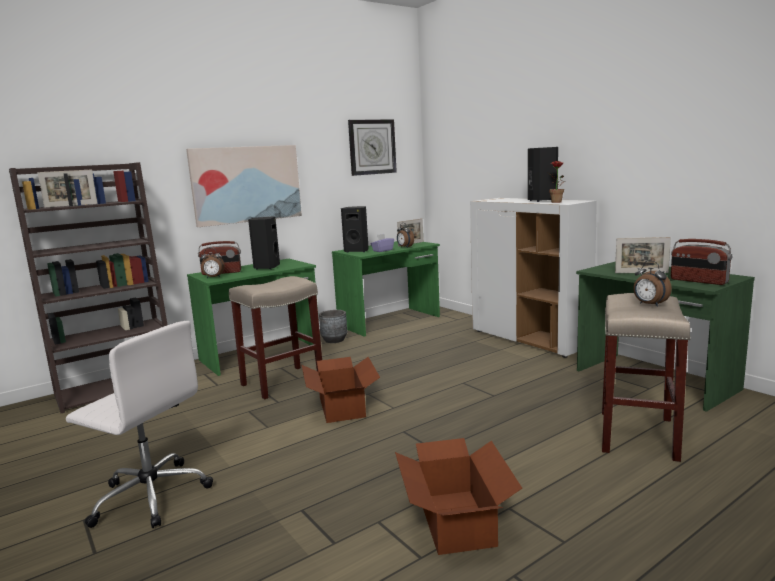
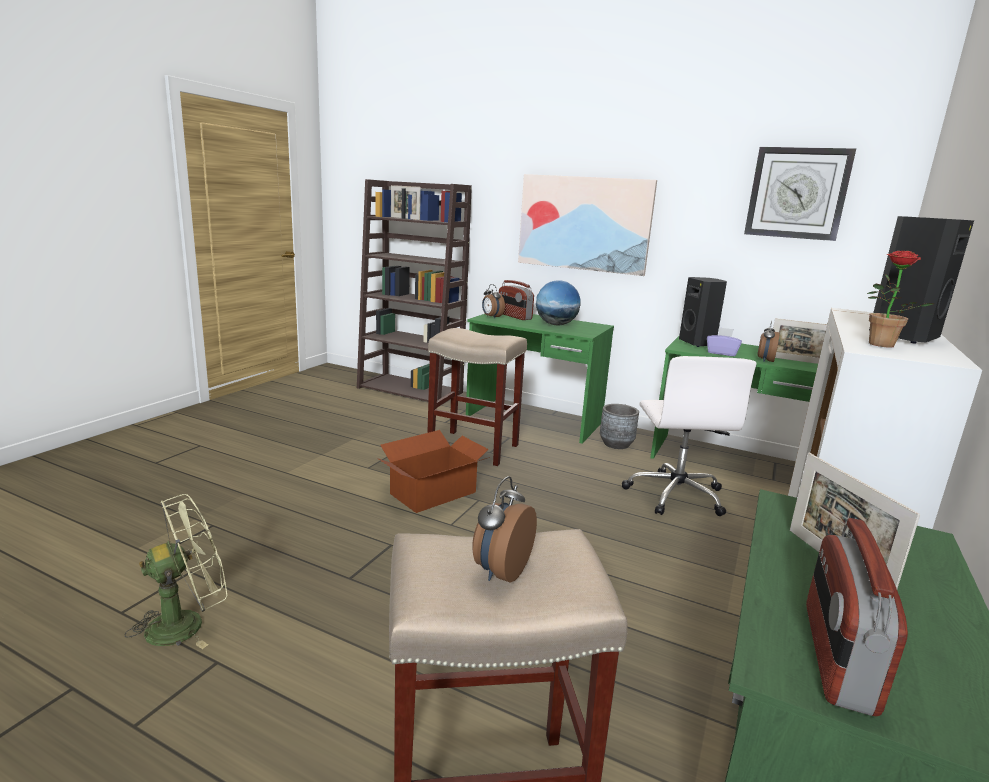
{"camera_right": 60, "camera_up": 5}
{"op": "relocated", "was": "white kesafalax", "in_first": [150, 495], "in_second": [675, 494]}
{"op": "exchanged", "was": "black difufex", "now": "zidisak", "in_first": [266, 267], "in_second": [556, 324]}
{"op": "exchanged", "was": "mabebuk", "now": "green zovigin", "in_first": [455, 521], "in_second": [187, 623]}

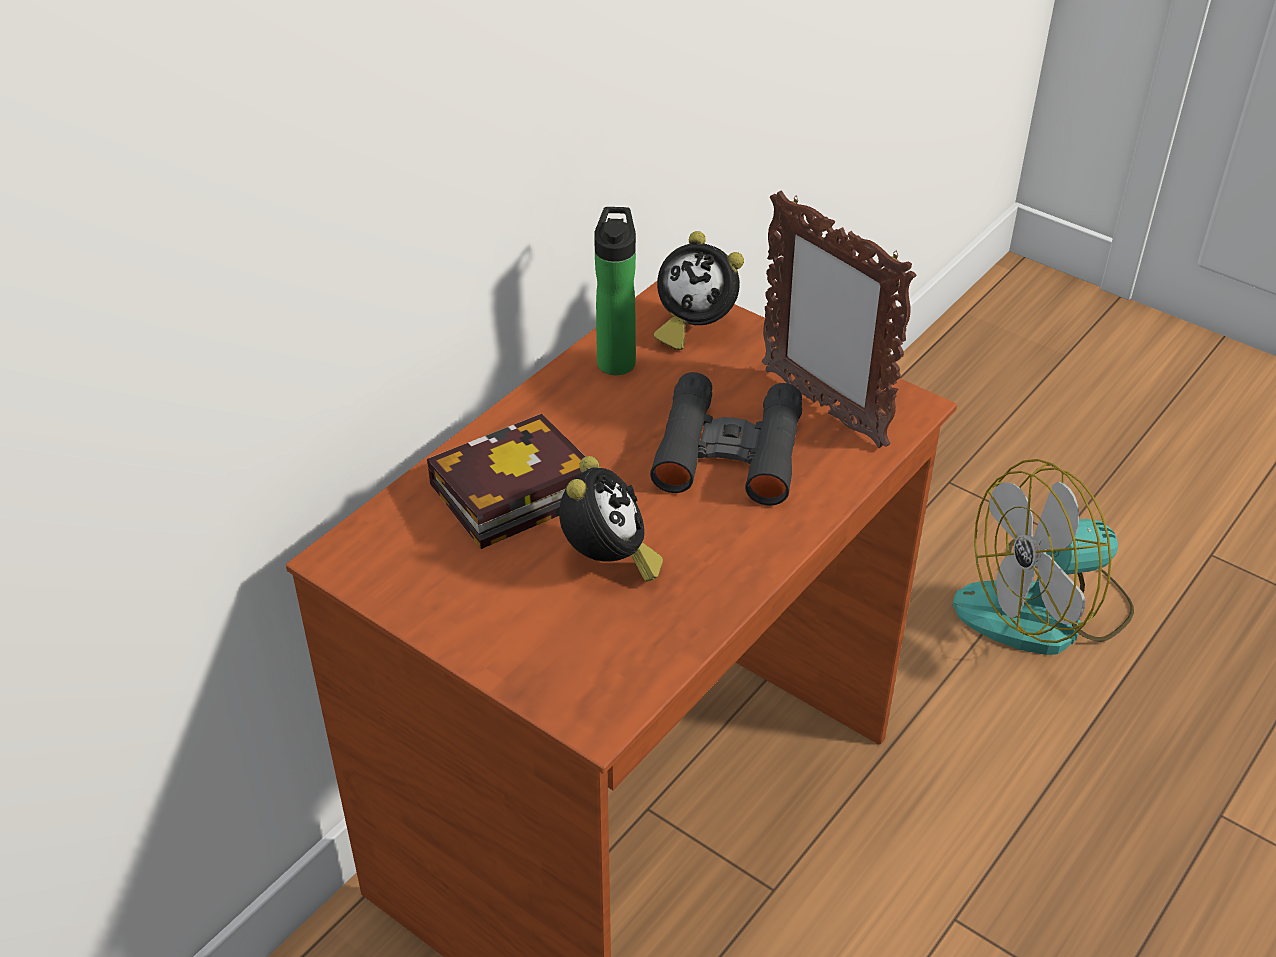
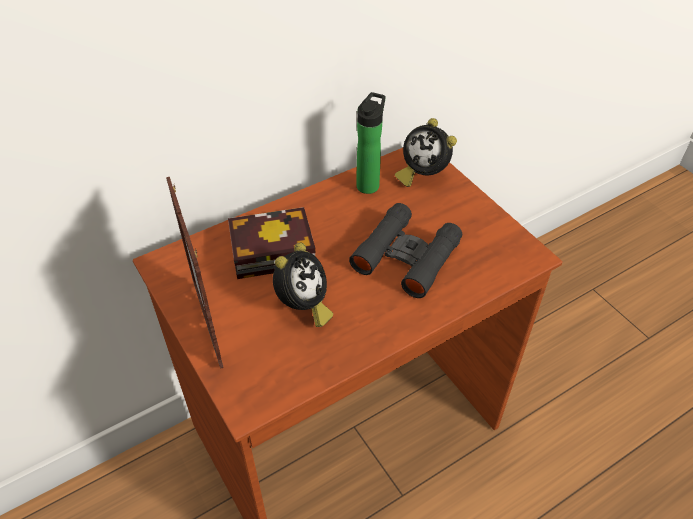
{"camera_right": 20, "camera_up": 5}
{"op": "relocated", "was": "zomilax", "in_first": [822, 407], "in_second": [208, 323]}
{"op": "missing", "was": "zovigin", "in_first": [1044, 610]}

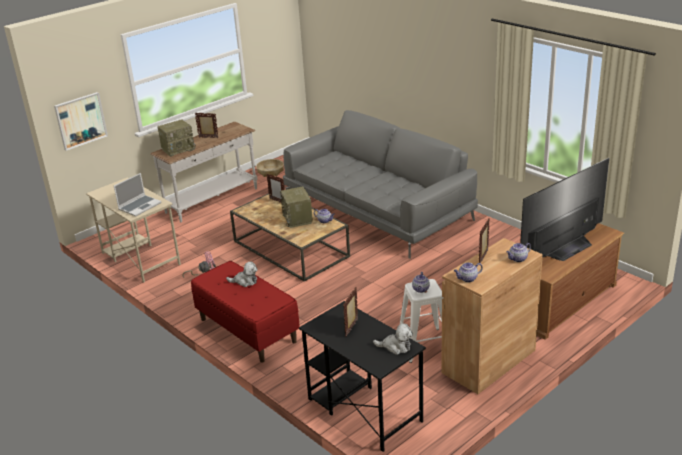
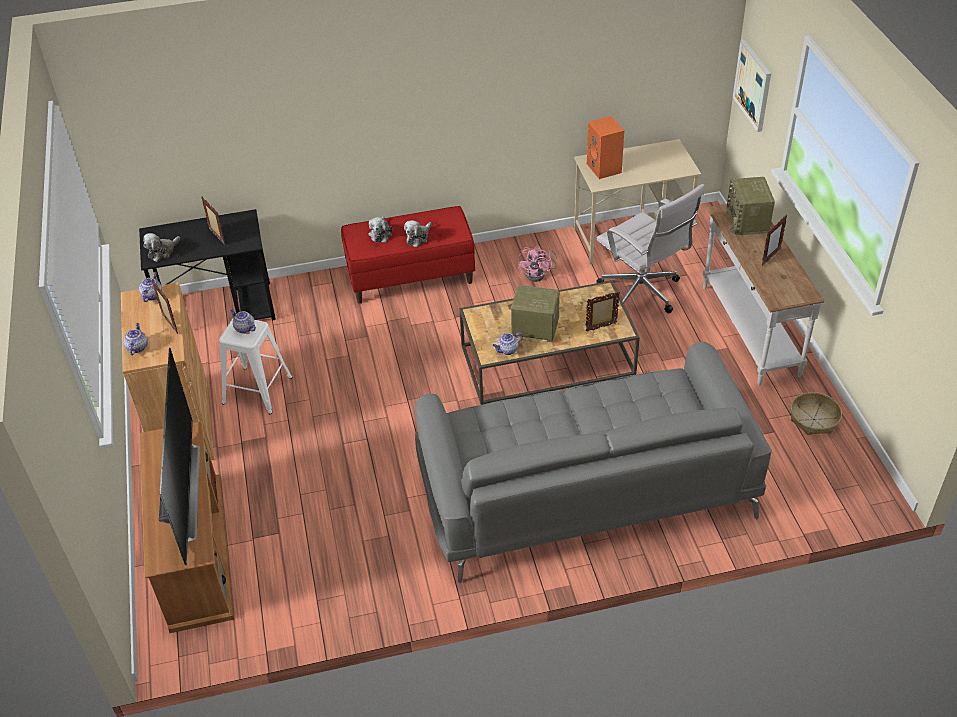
{"camera_right": 120, "camera_up": 15}
{"op": "exchanged", "was": "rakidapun", "now": "orange difufex", "in_first": [140, 206], "in_second": [605, 168]}
{"op": "appeared", "now": "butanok", "in_second": [380, 234]}
{"op": "appeared", "now": "white kesafalax", "in_second": [643, 294]}

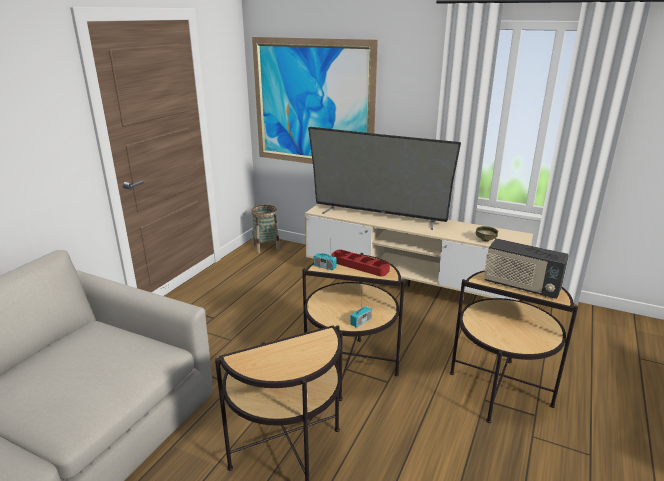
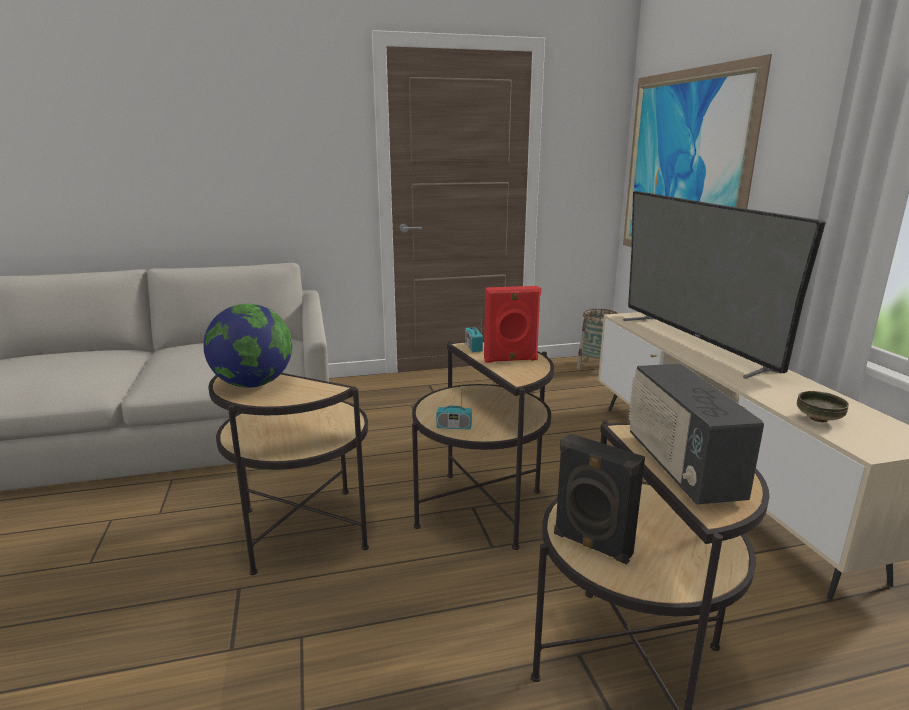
{"camera_right": 50, "camera_up": -5}
{"op": "exchanged", "was": "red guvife", "now": "red difufex", "in_first": [359, 266], "in_second": [510, 360]}
{"op": "appeared", "now": "zidisak", "in_second": [253, 384]}
{"op": "appeared", "now": "black difufex", "in_second": [591, 545]}

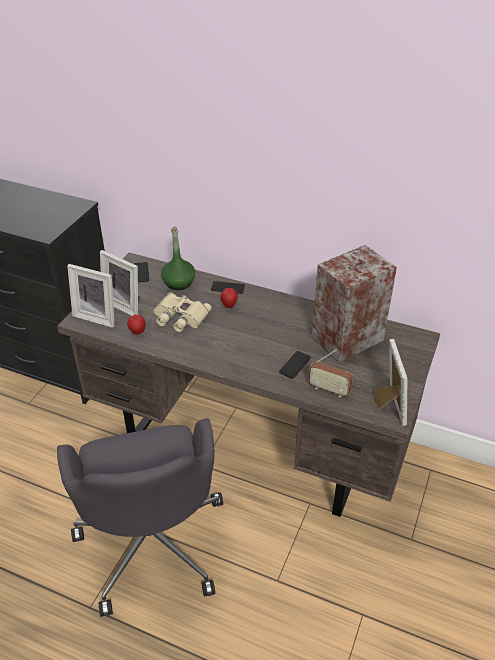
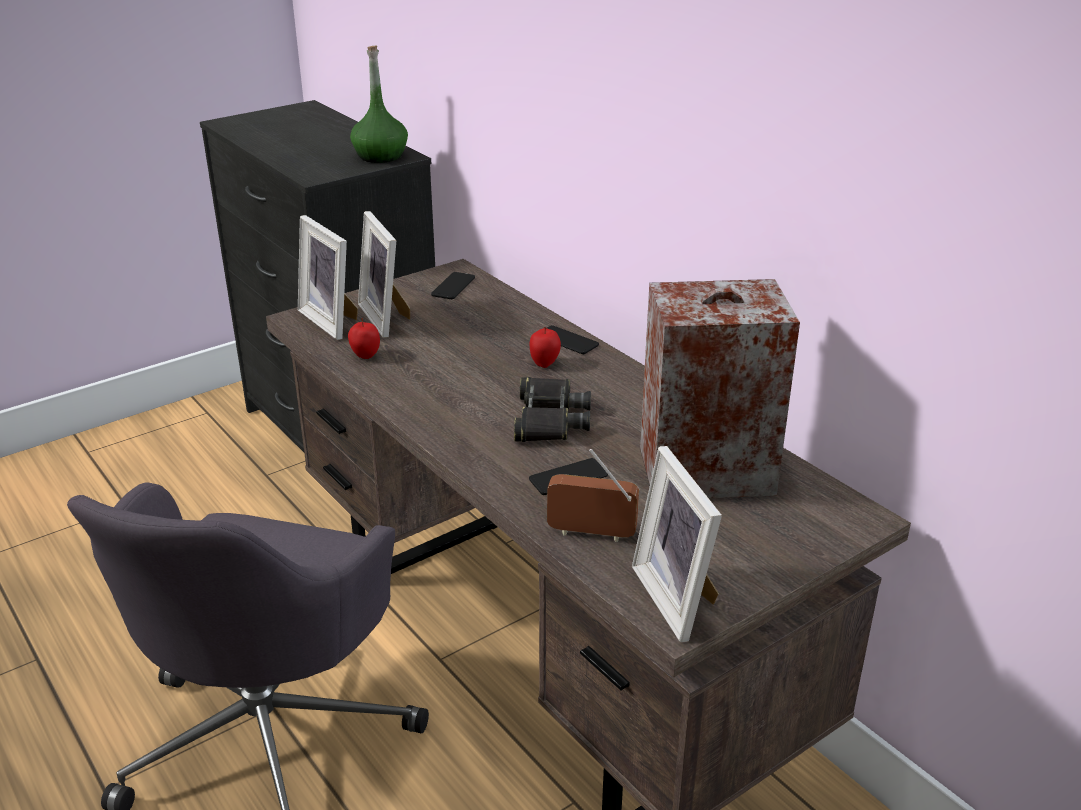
{"camera_right": 30, "camera_up": -10}
{"op": "missing", "was": "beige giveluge", "in_first": [179, 317]}
{"op": "relocated", "was": "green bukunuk", "in_first": [178, 283], "in_second": [380, 156]}
{"op": "spun", "was": "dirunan", "in_first": [329, 390], "in_second": [591, 534], "clockwise": 135}
{"op": "spun", "was": "zomilax", "in_first": [387, 405], "in_second": [679, 598], "clockwise": 135}
{"op": "appeared", "now": "black giveluge", "in_second": [549, 419]}

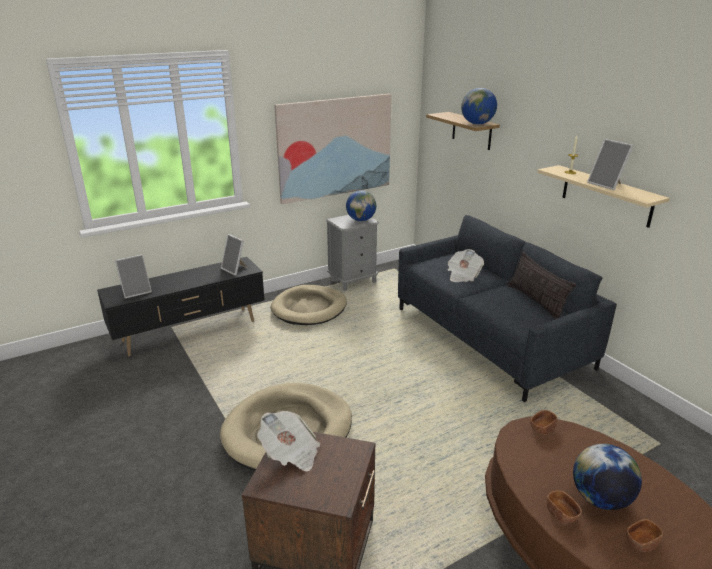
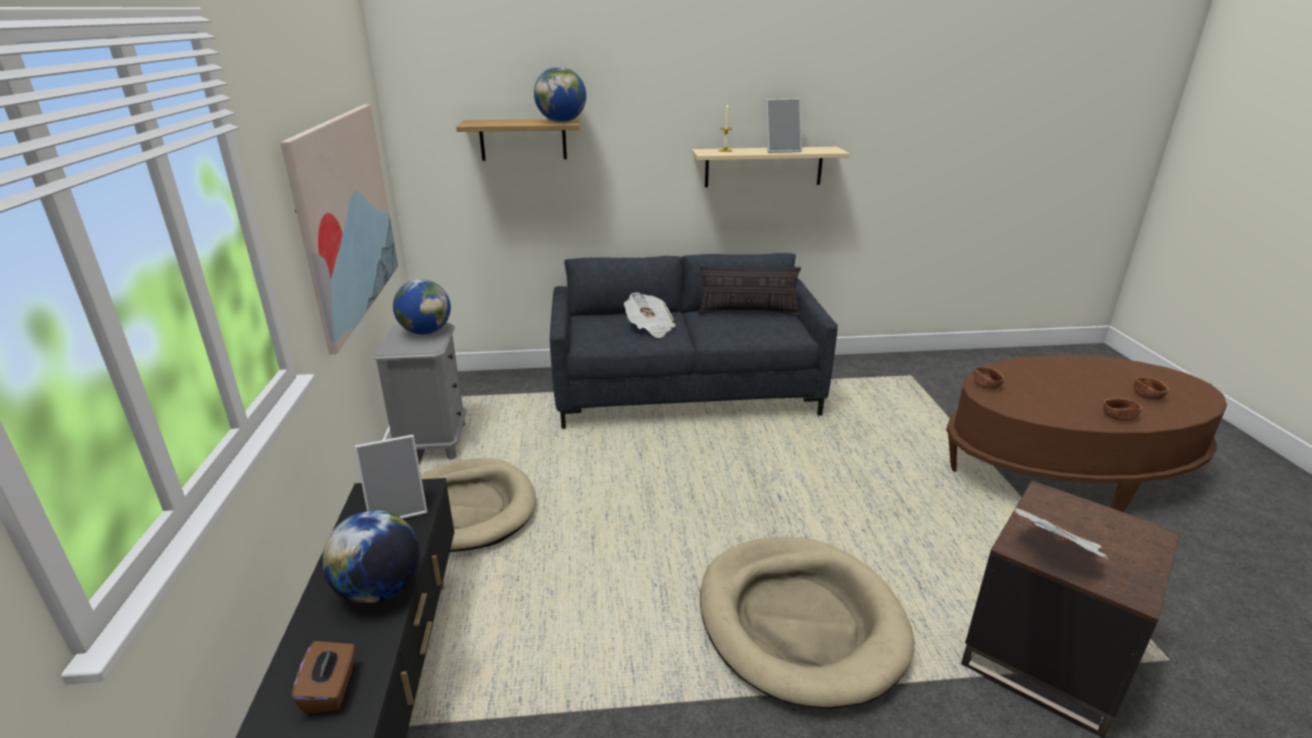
{"camera_right": -65, "camera_up": 0}
{"op": "exchanged", "was": "zomilax", "now": "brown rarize", "in_first": [136, 292], "in_second": [331, 690]}
{"op": "relocated", "was": "zidisak", "in_first": [600, 499], "in_second": [379, 590]}

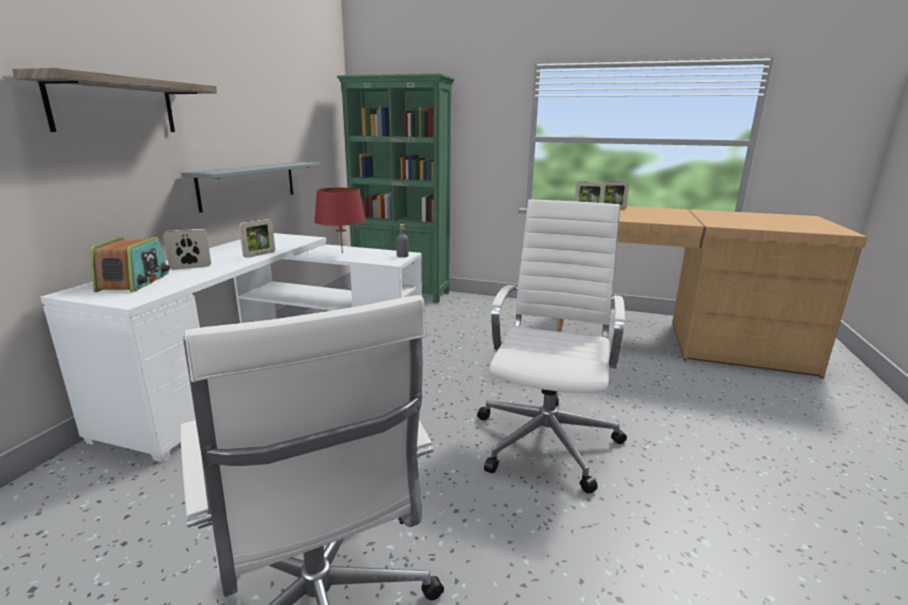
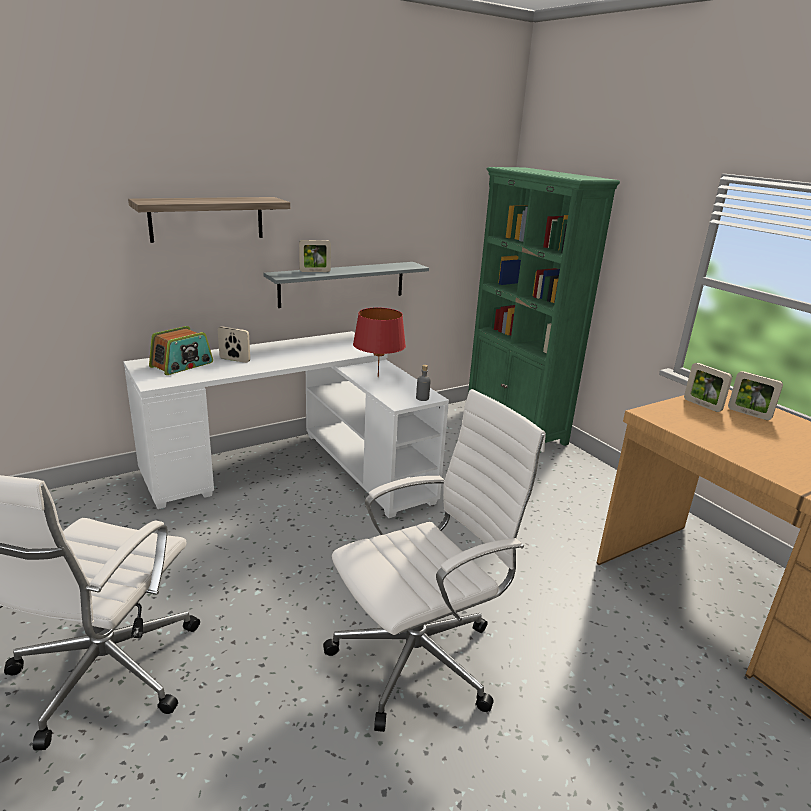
{"camera_right": 40, "camera_up": 5}
{"op": "relocated", "was": "zomilax", "in_first": [259, 254], "in_second": [315, 271]}

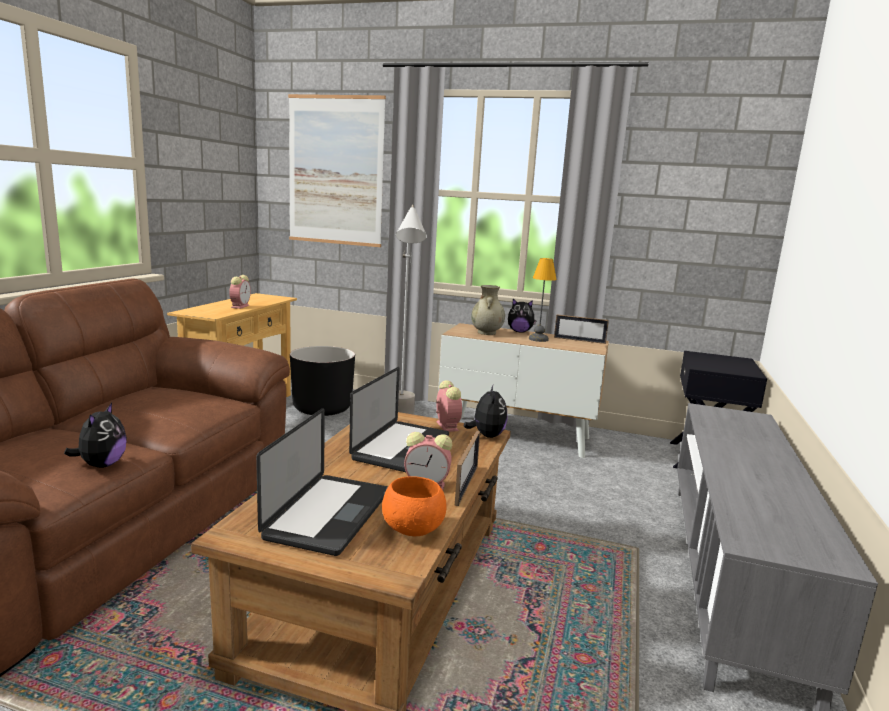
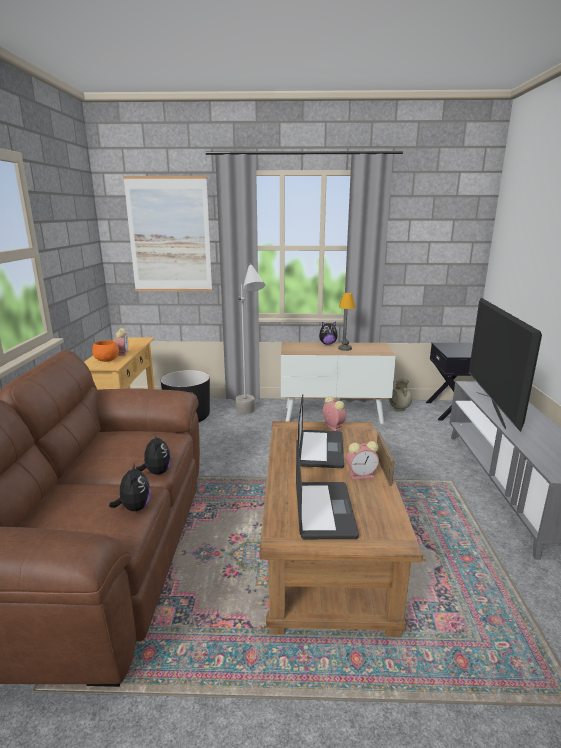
{"camera_right": -15, "camera_up": 5}
{"op": "relocated", "was": "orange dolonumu", "in_first": [412, 531], "in_second": [107, 361]}
{"op": "relocated", "was": "butanok", "in_first": [486, 435], "in_second": [157, 472]}
{"op": "relocated", "was": "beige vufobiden", "in_first": [486, 333], "in_second": [399, 409]}
{"op": "missing", "was": "zomilax", "in_first": [579, 340]}
{"op": "appeared", "now": "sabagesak", "in_second": [490, 409]}

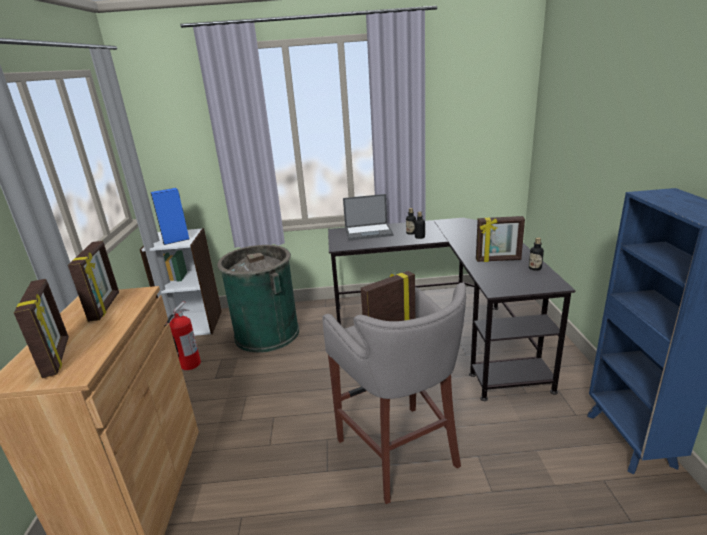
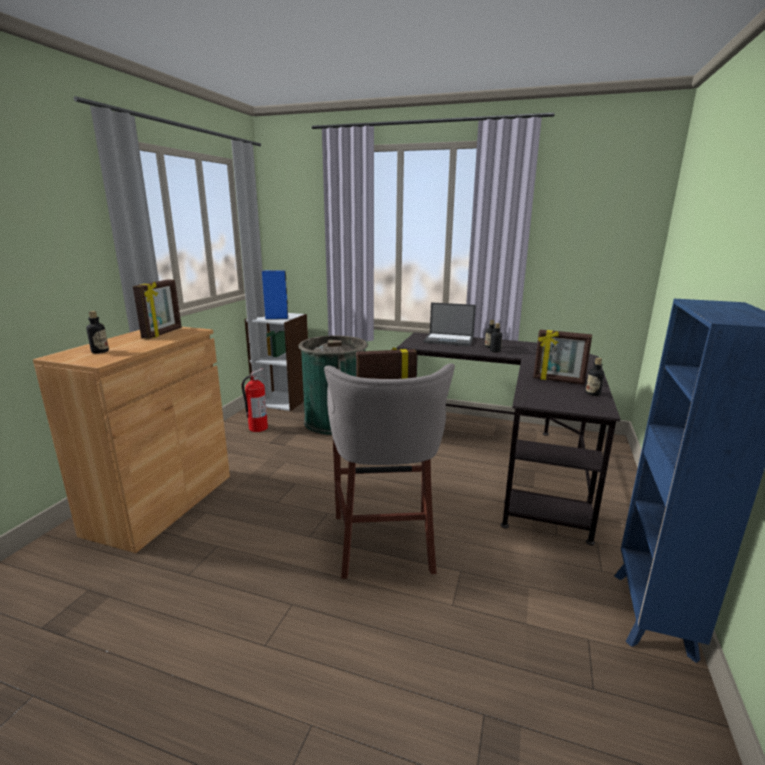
{"camera_right": 20, "camera_up": -5}
{"op": "exchanged", "was": "zomilax", "now": "bukunuk", "in_first": [58, 357], "in_second": [100, 351]}

